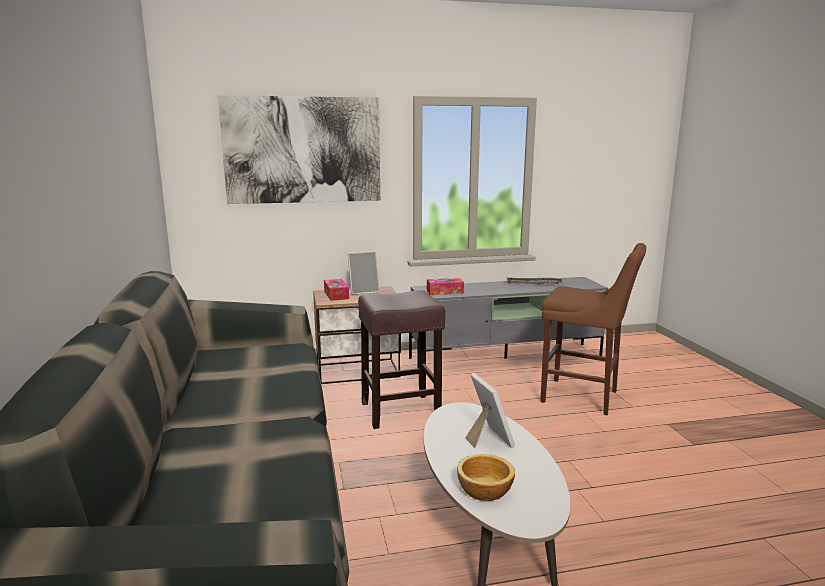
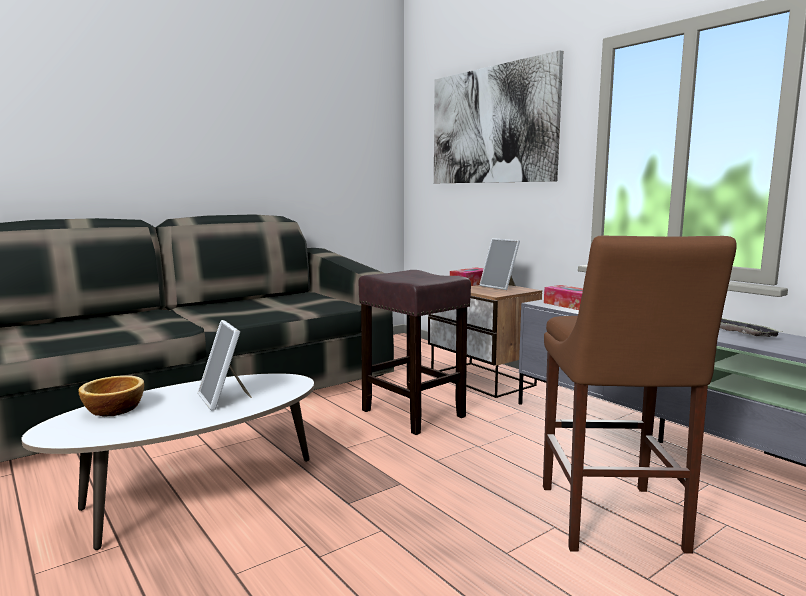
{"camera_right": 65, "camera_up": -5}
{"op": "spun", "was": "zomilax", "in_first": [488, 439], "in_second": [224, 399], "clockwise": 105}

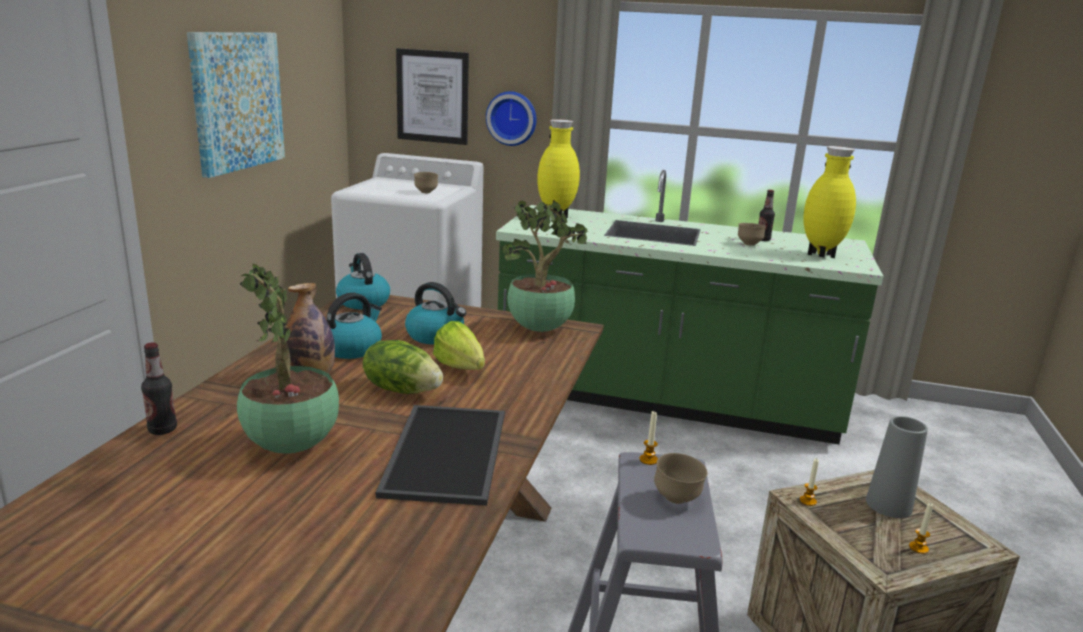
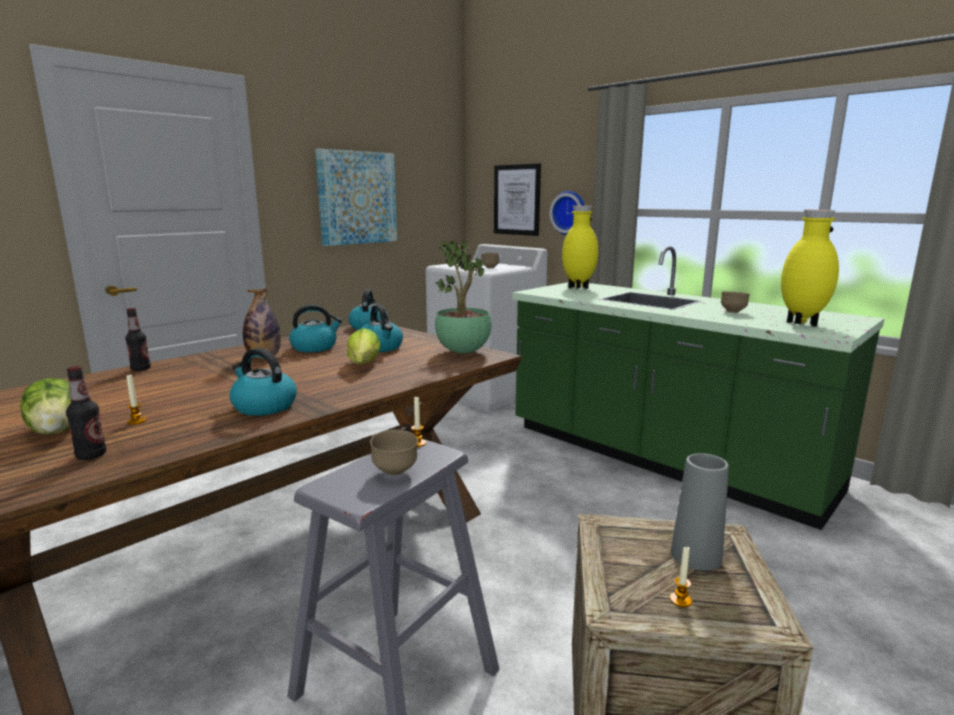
{"camera_right": 30, "camera_up": -5}
{"op": "missing", "was": "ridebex", "in_first": [292, 448]}
{"op": "relocated", "was": "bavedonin", "in_first": [402, 389], "in_second": [58, 430]}
{"op": "exchanged", "was": "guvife", "now": "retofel", "in_first": [449, 454], "in_second": [263, 406]}
{"op": "relocated", "was": "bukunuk", "in_first": [763, 239], "in_second": [91, 455]}
{"op": "relocated", "was": "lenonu", "in_first": [808, 501], "in_second": [137, 421]}

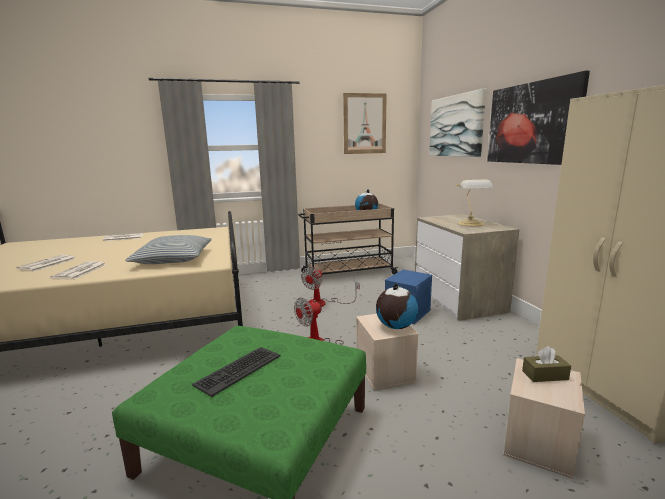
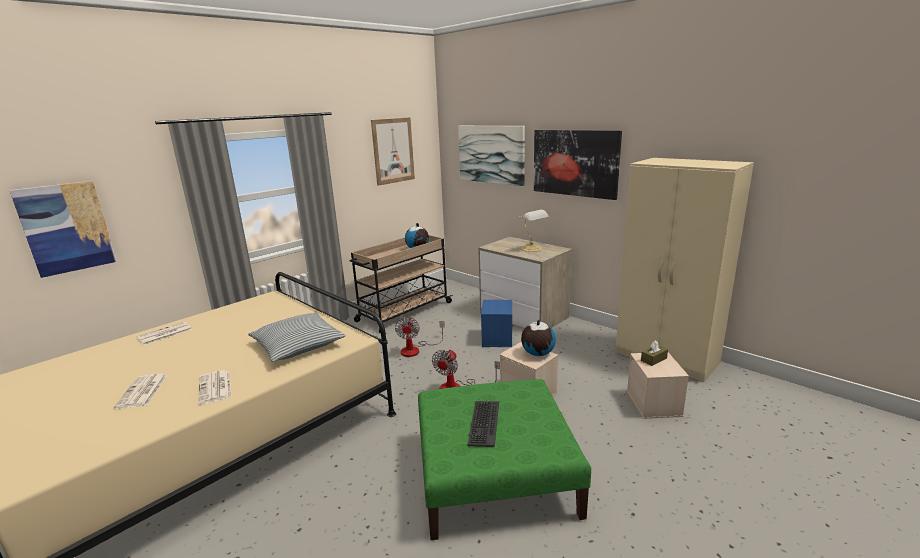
{"camera_right": -30, "camera_up": 5}
{"op": "appeared", "now": "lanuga", "in_second": [66, 228]}

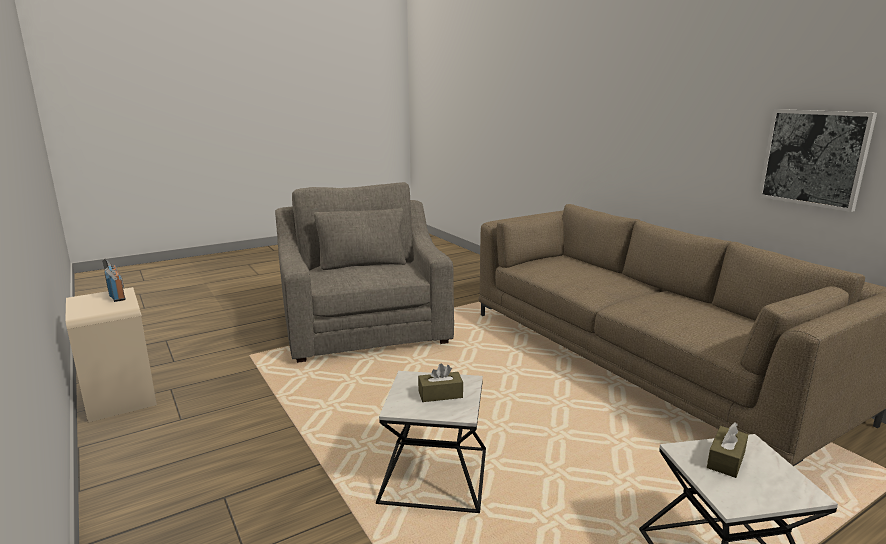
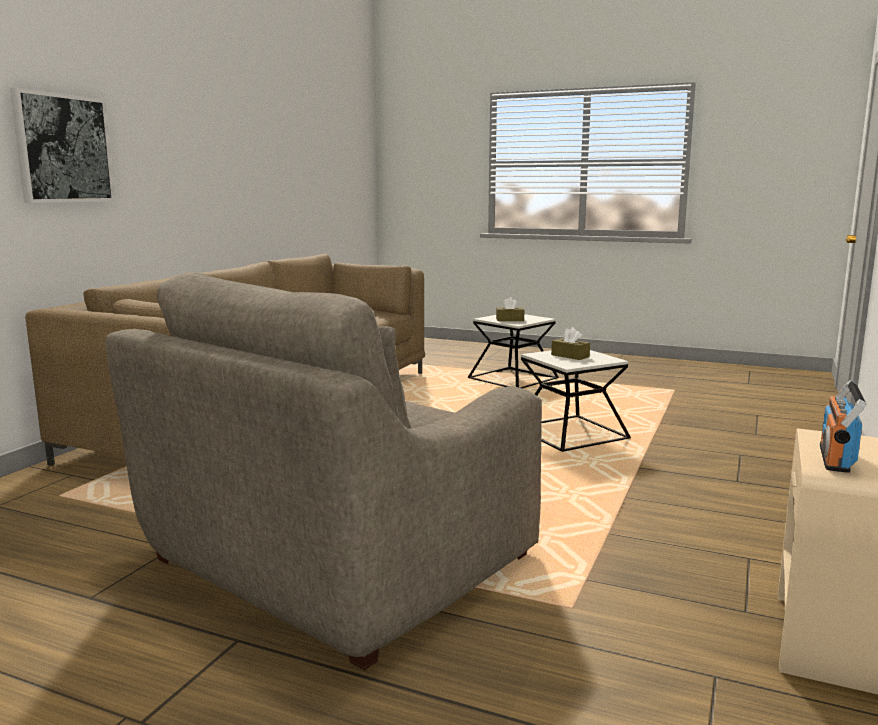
{"camera_right": -125, "camera_up": -5}
{"op": "relocated", "was": "lanuga", "in_first": [814, 158], "in_second": [63, 148]}

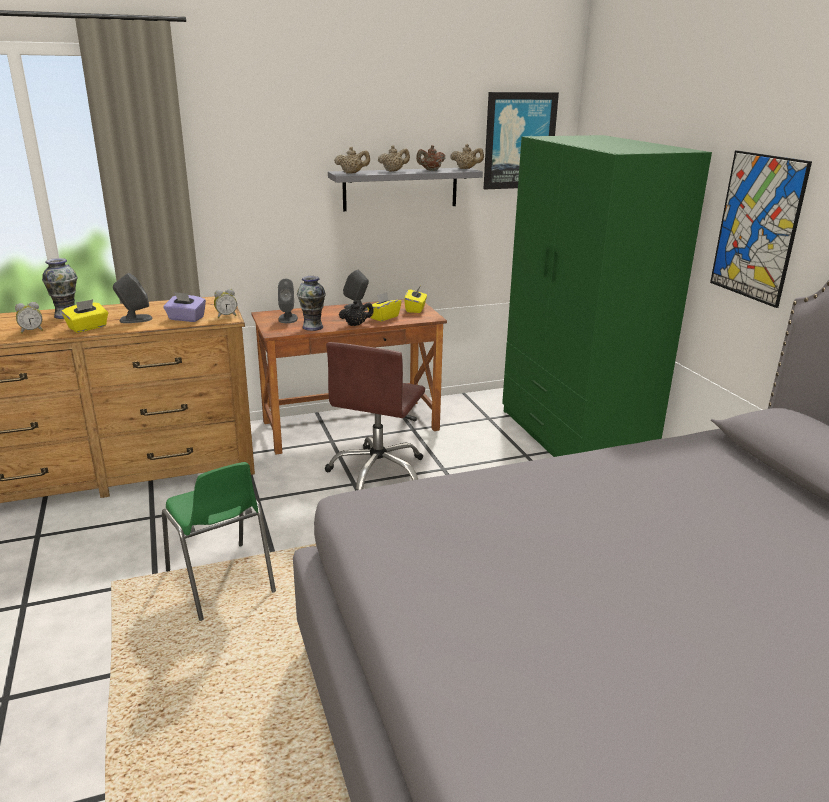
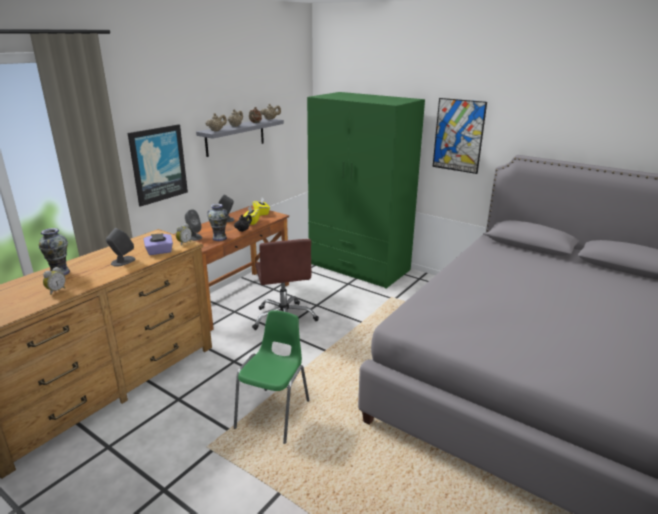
{"camera_right": -35, "camera_up": 0}
{"op": "missing", "was": "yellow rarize", "in_first": [88, 328]}
{"op": "spun", "was": "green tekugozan", "in_first": [221, 582], "in_second": [274, 414], "clockwise": -90}
{"op": "relocated", "was": "lanuga", "in_first": [519, 141], "in_second": [158, 164]}

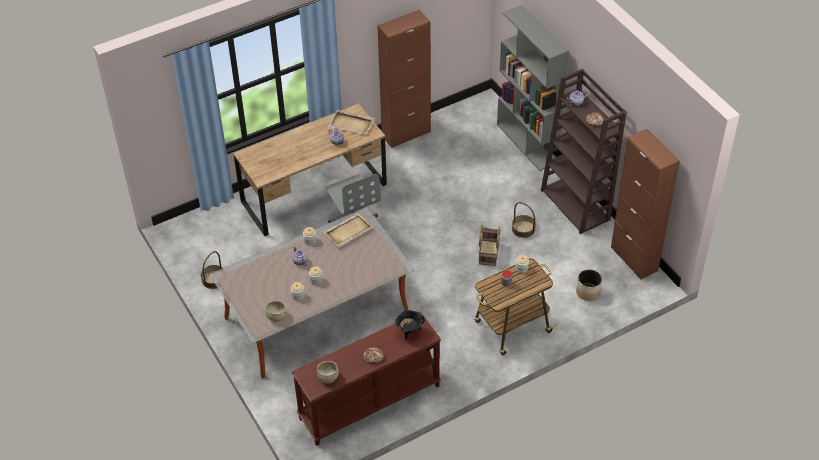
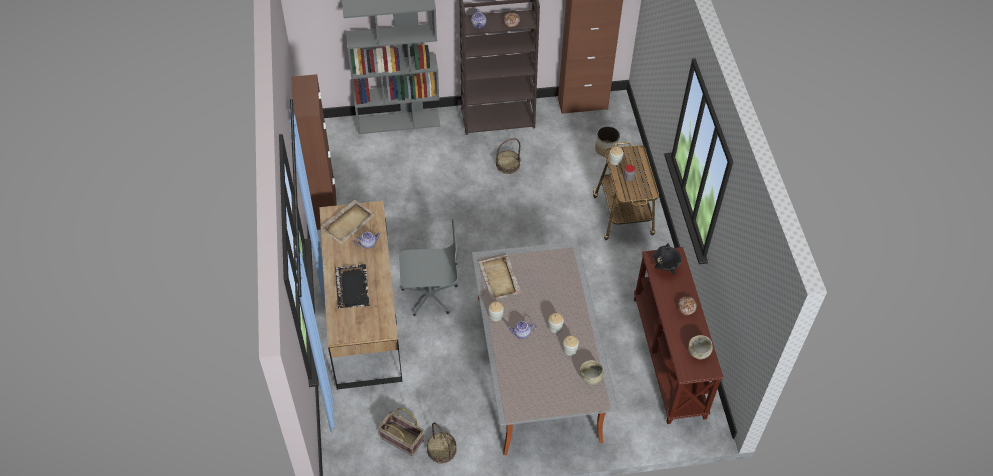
{"camera_right": -70, "camera_up": 5}
{"op": "relocated", "was": "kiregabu", "in_first": [488, 253], "in_second": [401, 439]}
{"op": "appeared", "now": "black guvife", "in_second": [352, 287]}

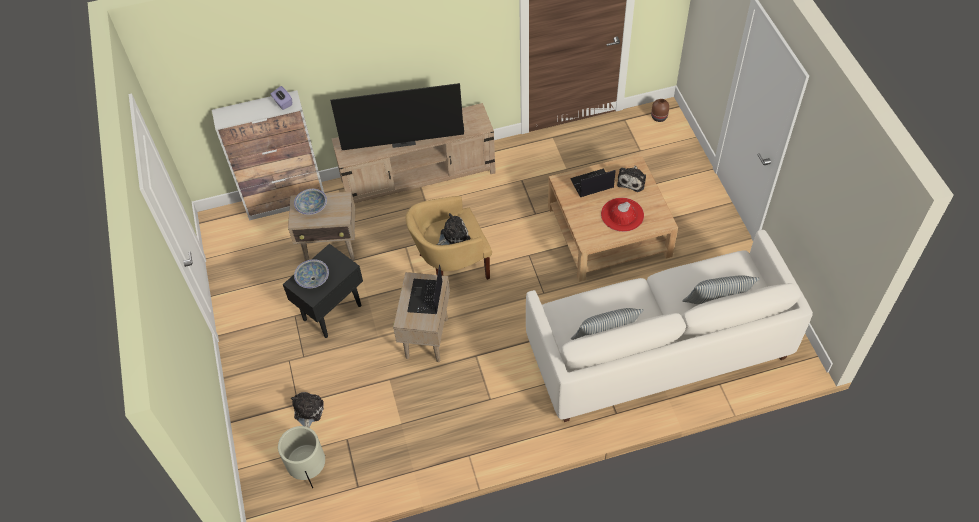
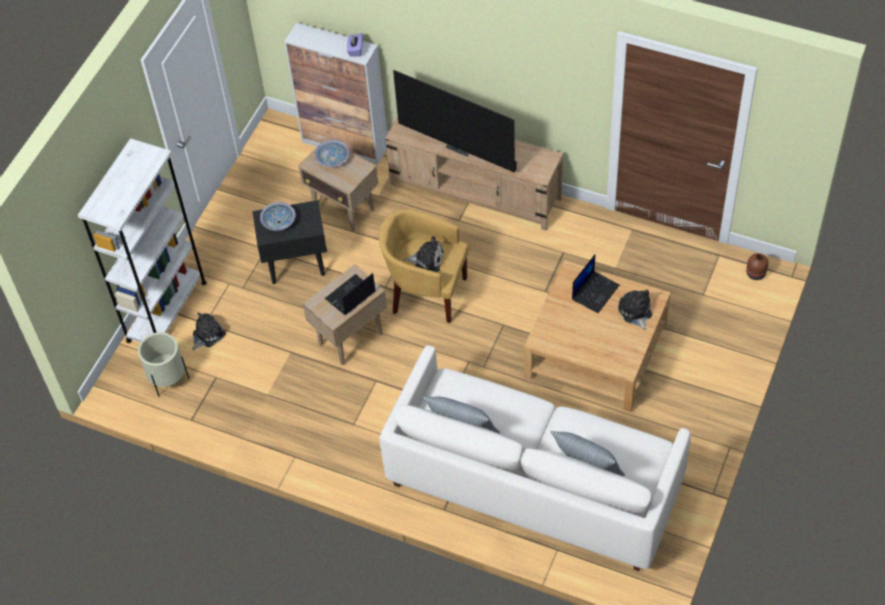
{"camera_right": 40, "camera_up": 0}
{"op": "spun", "was": "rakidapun", "in_first": [591, 184], "in_second": [595, 291], "clockwise": 105}
{"op": "missing", "was": "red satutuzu", "in_first": [622, 215]}
{"op": "spun", "was": "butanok", "in_first": [632, 181], "in_second": [635, 312], "clockwise": 105}
{"op": "appeared", "now": "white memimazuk", "in_second": [166, 311]}

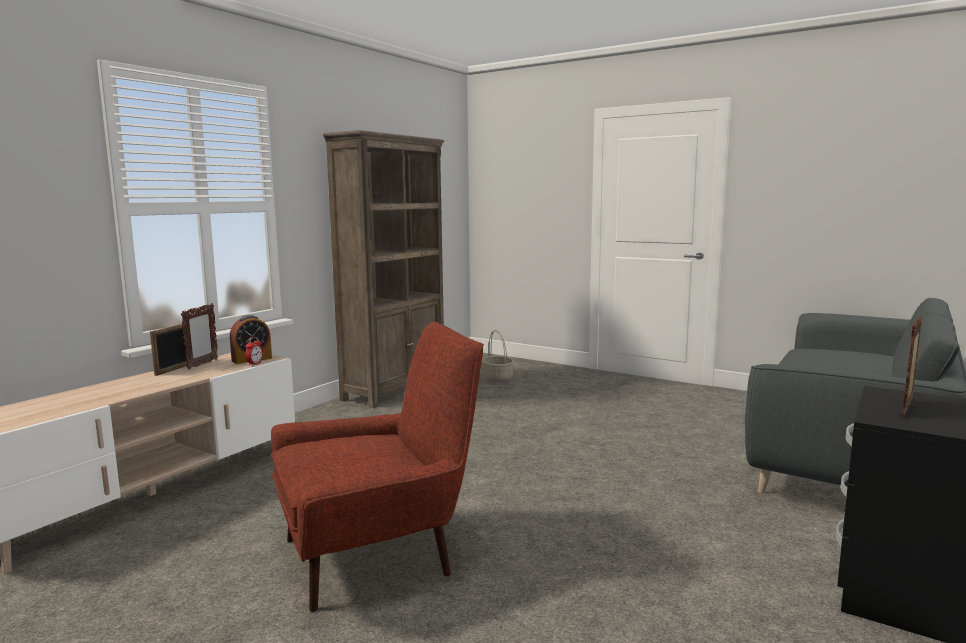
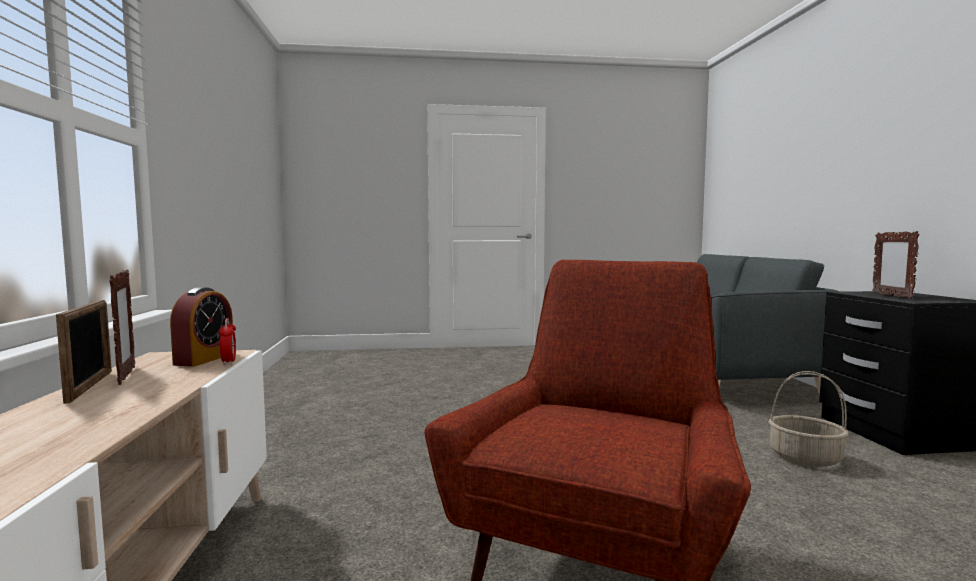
{"camera_right": -40, "camera_up": -5}
{"op": "missing", "was": "brown memimazuk", "in_first": [395, 389]}
{"op": "relocated", "was": "kiregabu", "in_first": [497, 378], "in_second": [806, 457]}

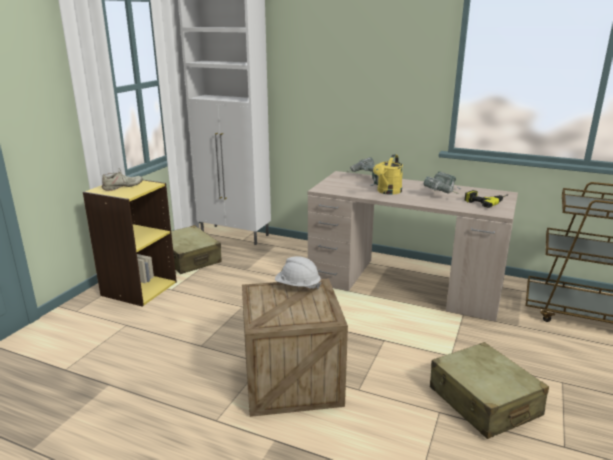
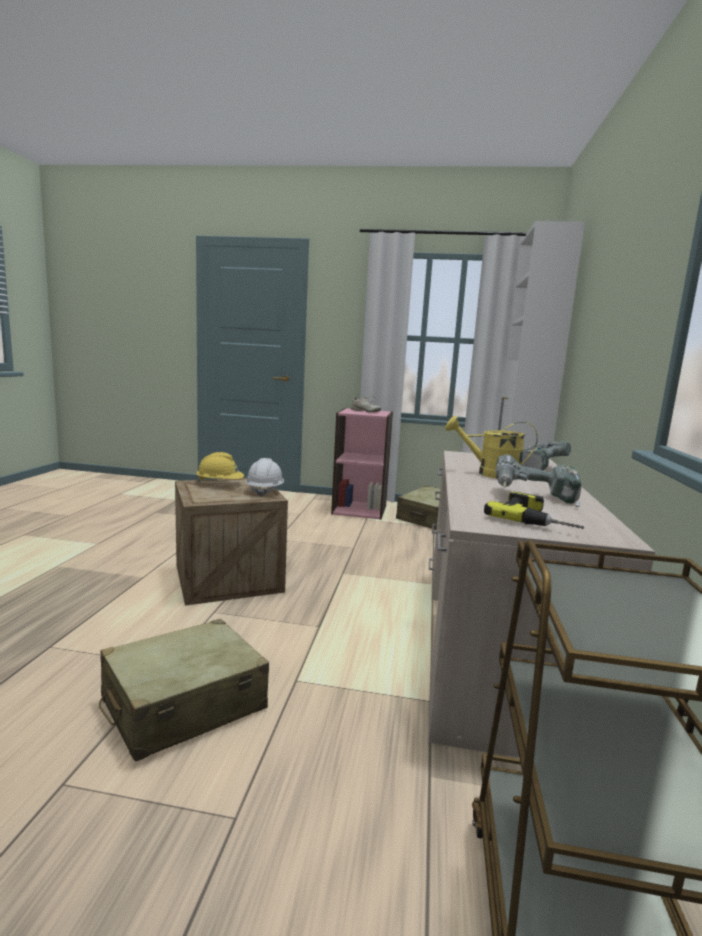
{"camera_right": 75, "camera_up": -10}
{"op": "colour", "was": "yellow memimazuk", "now": "pink memimazuk", "in_first": [138, 288], "in_second": [359, 509]}
{"op": "appeared", "now": "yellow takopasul", "in_second": [220, 484]}

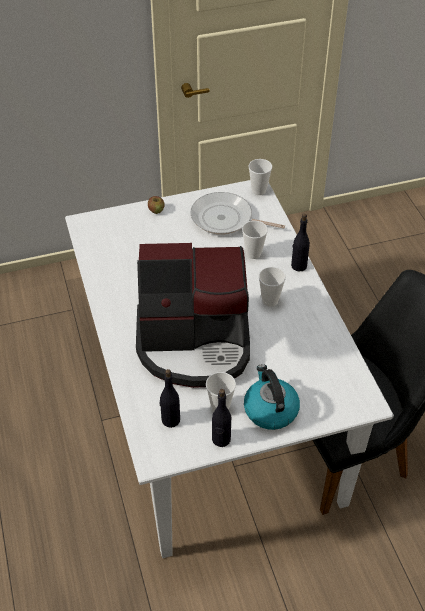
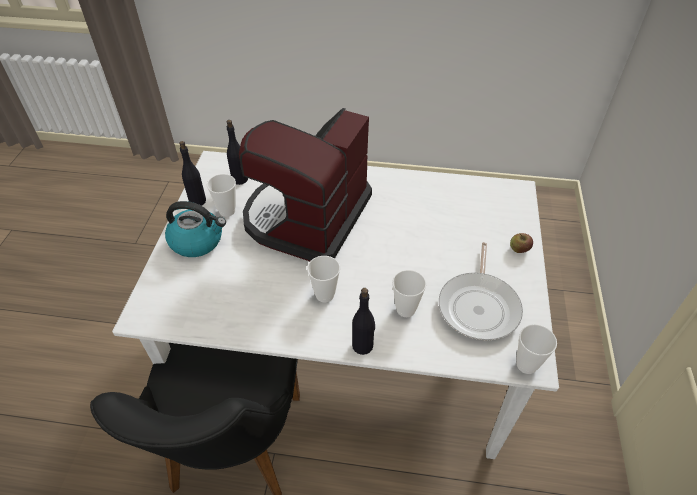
{"camera_right": 115, "camera_up": 0}
{"op": "spun", "was": "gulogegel", "in_first": [225, 219], "in_second": [479, 306], "clockwise": 150}

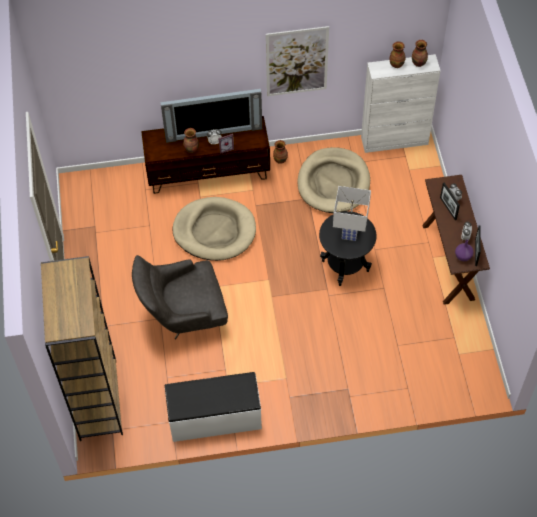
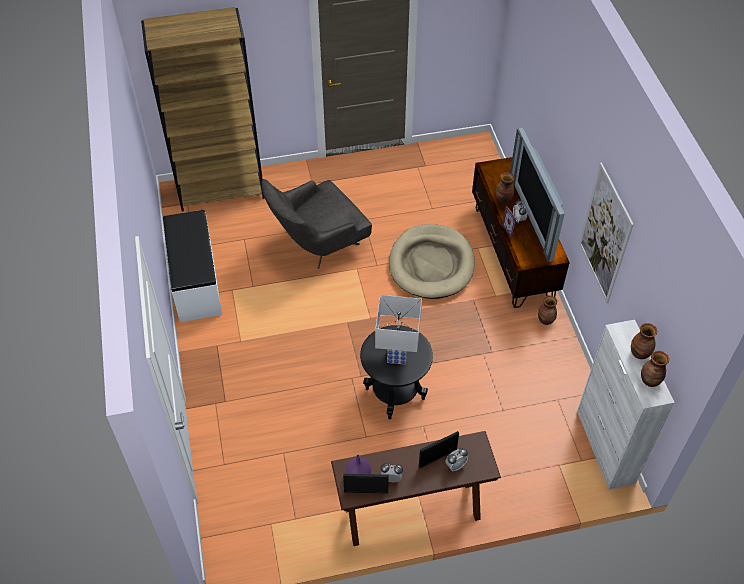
{"camera_right": 85, "camera_up": -5}
{"op": "spun", "was": "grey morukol", "in_first": [183, 316], "in_second": [317, 246], "clockwise": -105}
{"op": "missing", "was": "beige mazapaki", "in_first": [333, 183]}

